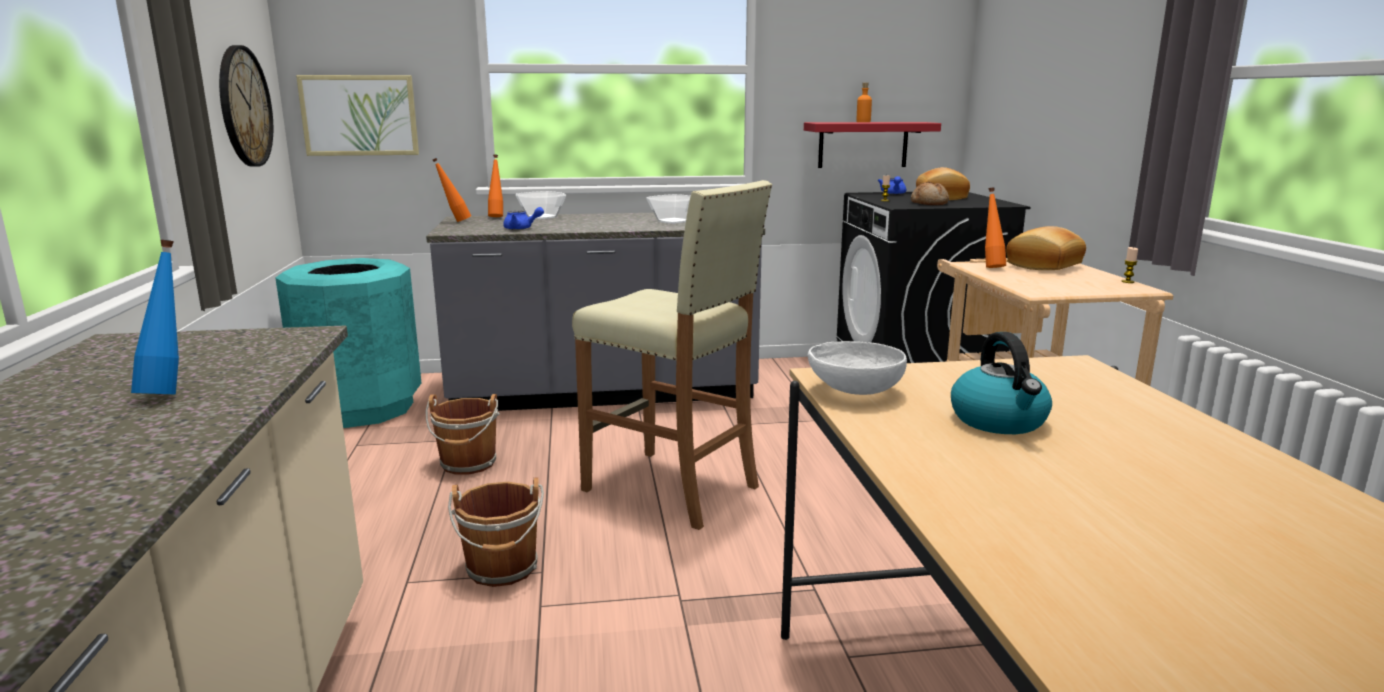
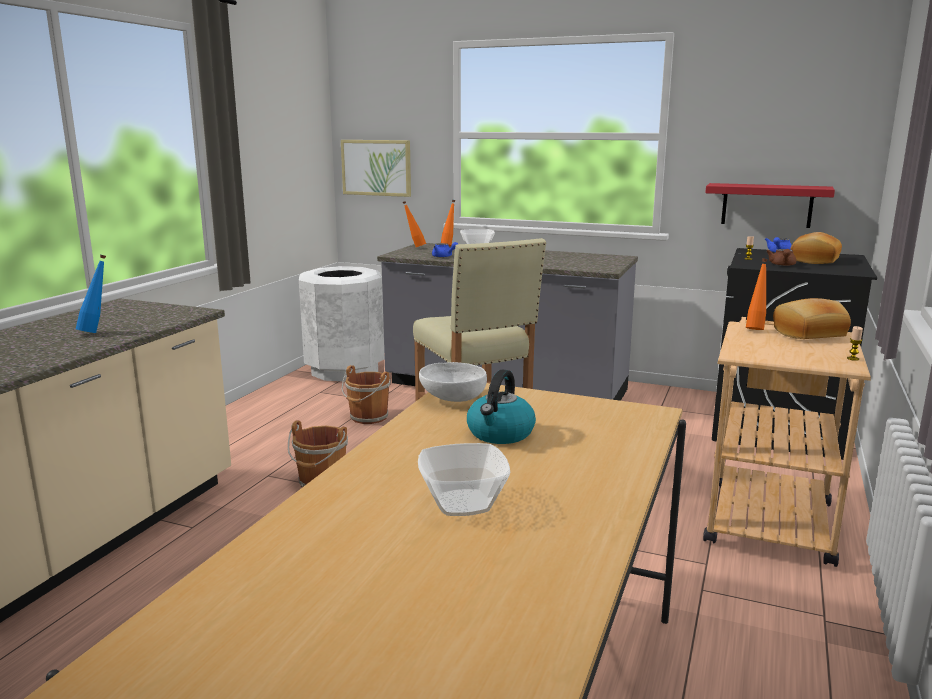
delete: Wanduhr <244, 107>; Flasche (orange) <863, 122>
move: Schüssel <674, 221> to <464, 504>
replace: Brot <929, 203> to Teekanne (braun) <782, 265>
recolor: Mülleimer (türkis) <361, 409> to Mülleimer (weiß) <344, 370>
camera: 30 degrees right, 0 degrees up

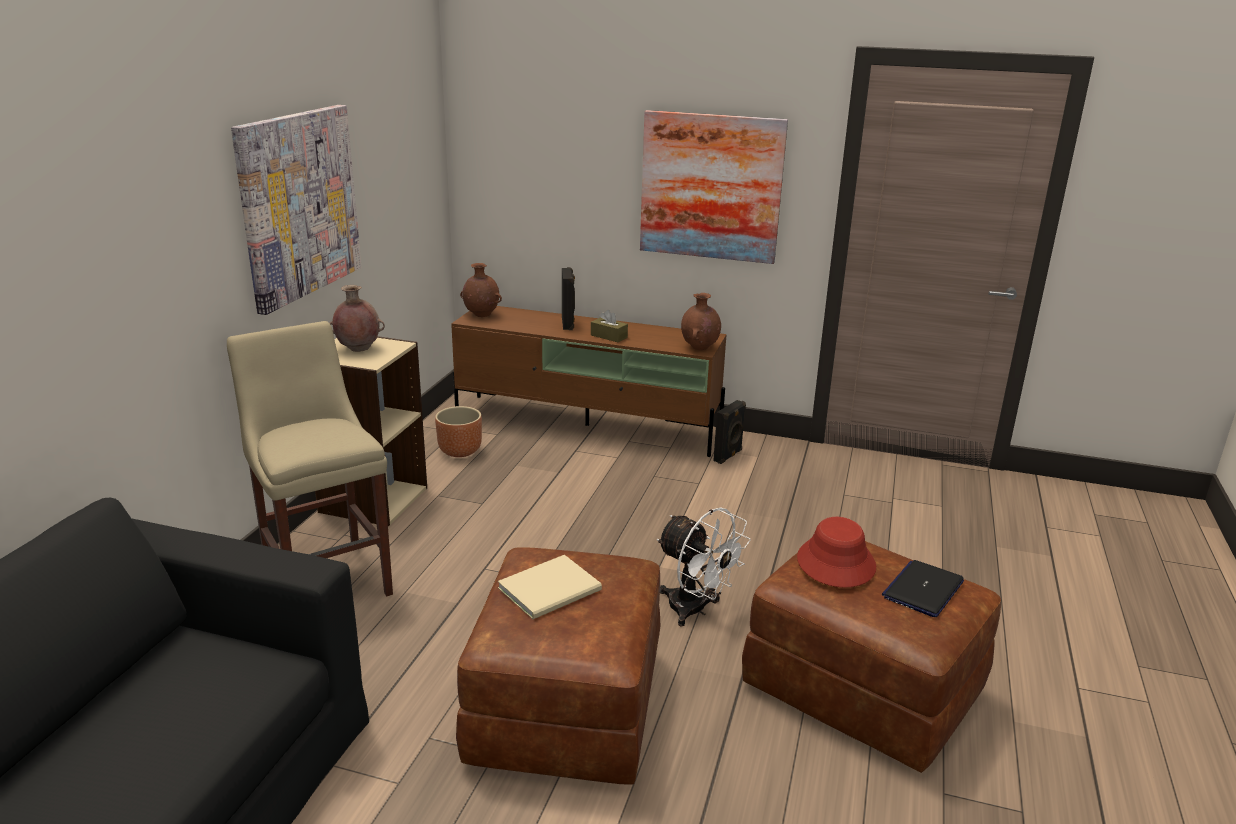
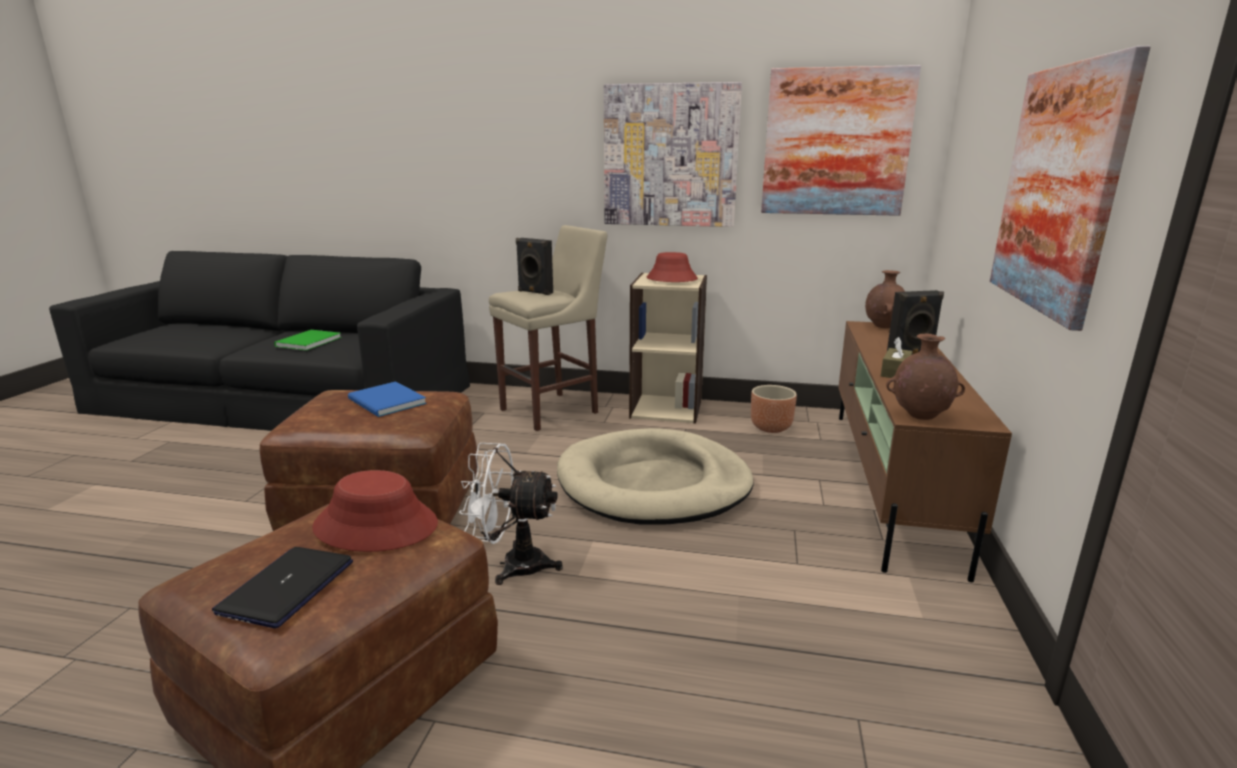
insert: Bild <836, 143>; Buch (grün) <306, 342>; Hundebett (beige) <654, 484>
move: Lautsprecher (schwarz) <728, 456> to <534, 292>
replace: Vase (braun) <358, 349> to Hut (rot) <671, 279>
recolor: Buch (beige) <553, 589> to Buch (blau) <386, 402>
rotate: Ventilator (weiß) <695, 610> = <512, 565> 60 degrees clockwise; Laptop <923, 589> = <287, 587> 105 degrees counterclockwise
camera: 85 degrees right, 5 degrees down

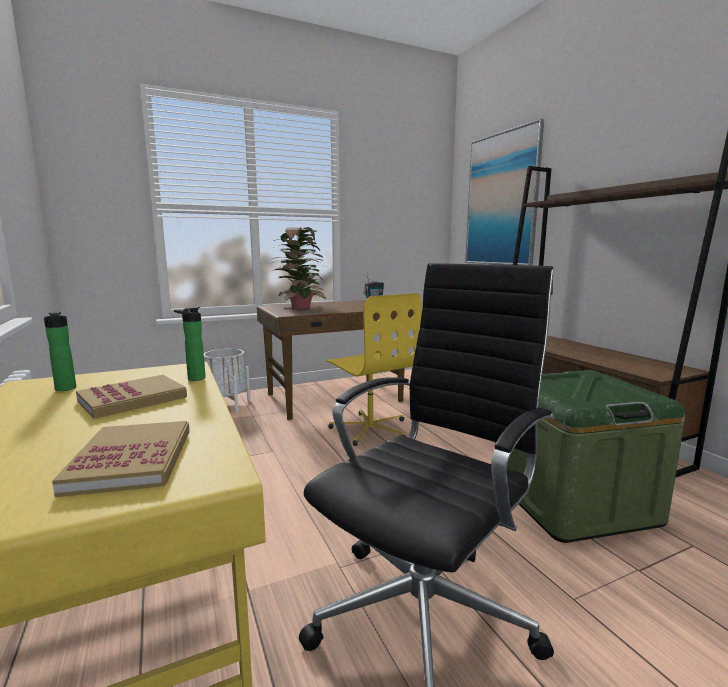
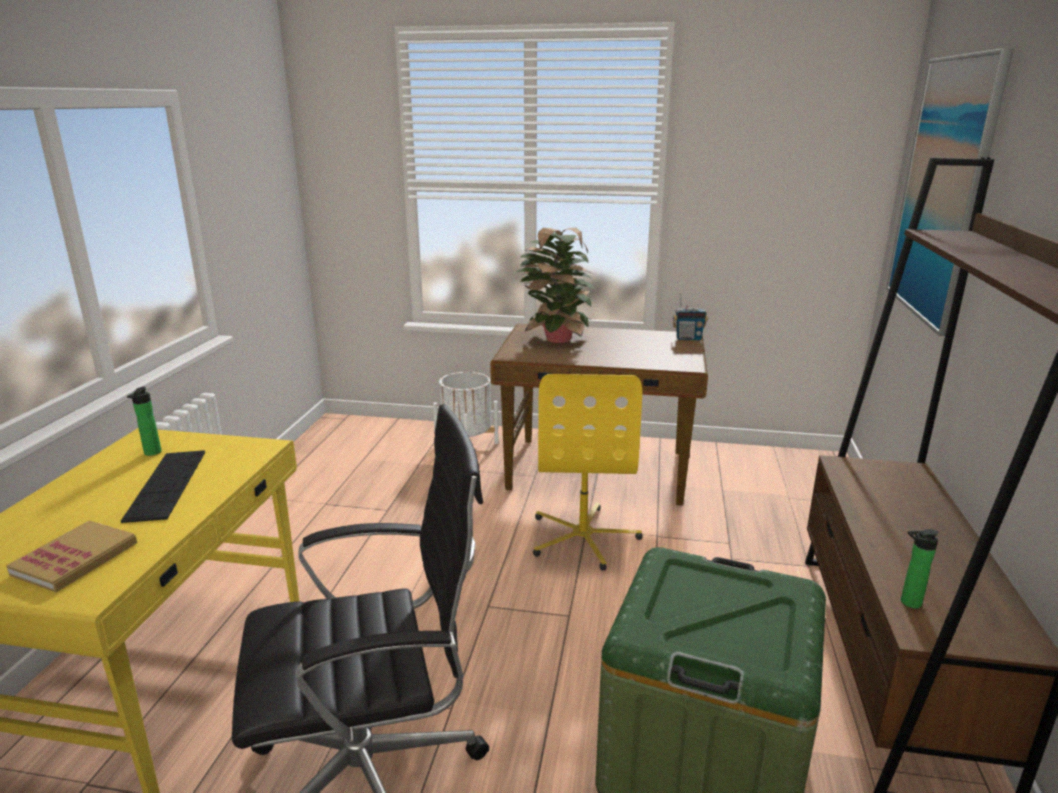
move: Flasche <193, 379> to <907, 603>
replace: Buch <133, 399> to Tastatur <166, 484>
camera: 35 degrees right, 10 degrees up

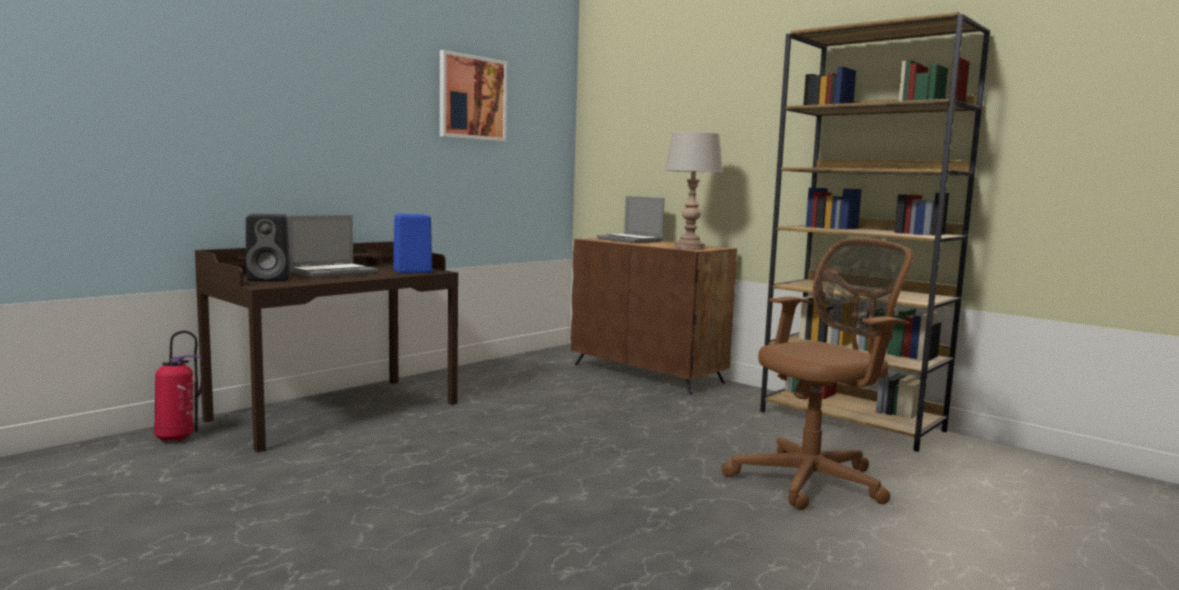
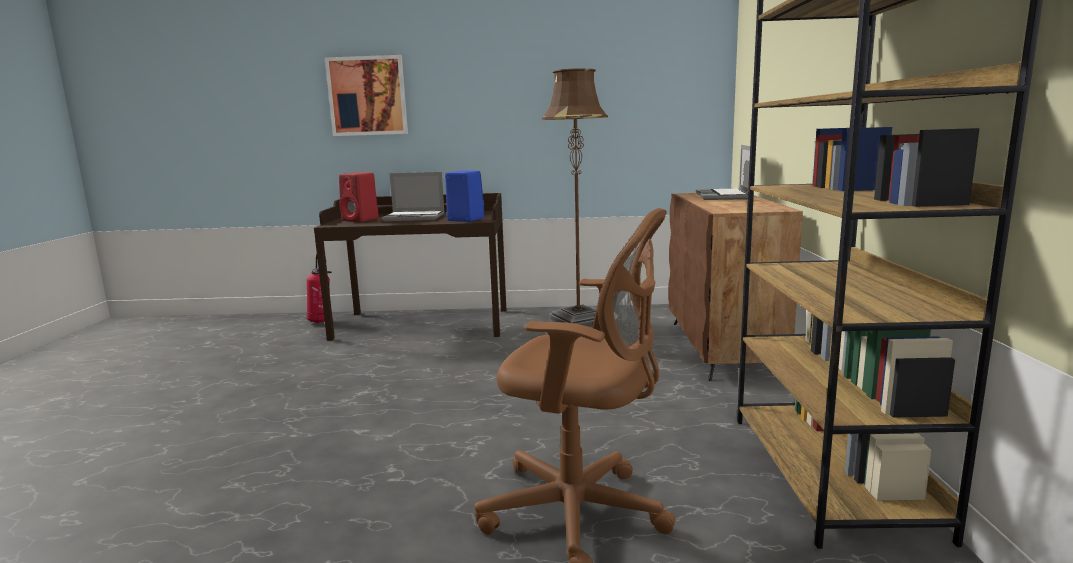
delete: Tischlampe (grau) <689, 248>
insert: Stehlampe (braun) <578, 322>
move: Bild <472, 98> to <367, 96>
recolor: Lautsprecher (schwarz) <270, 278> to Lautsprecher (rot) <361, 220>
camera: 50 degrees right, 5 degrees up

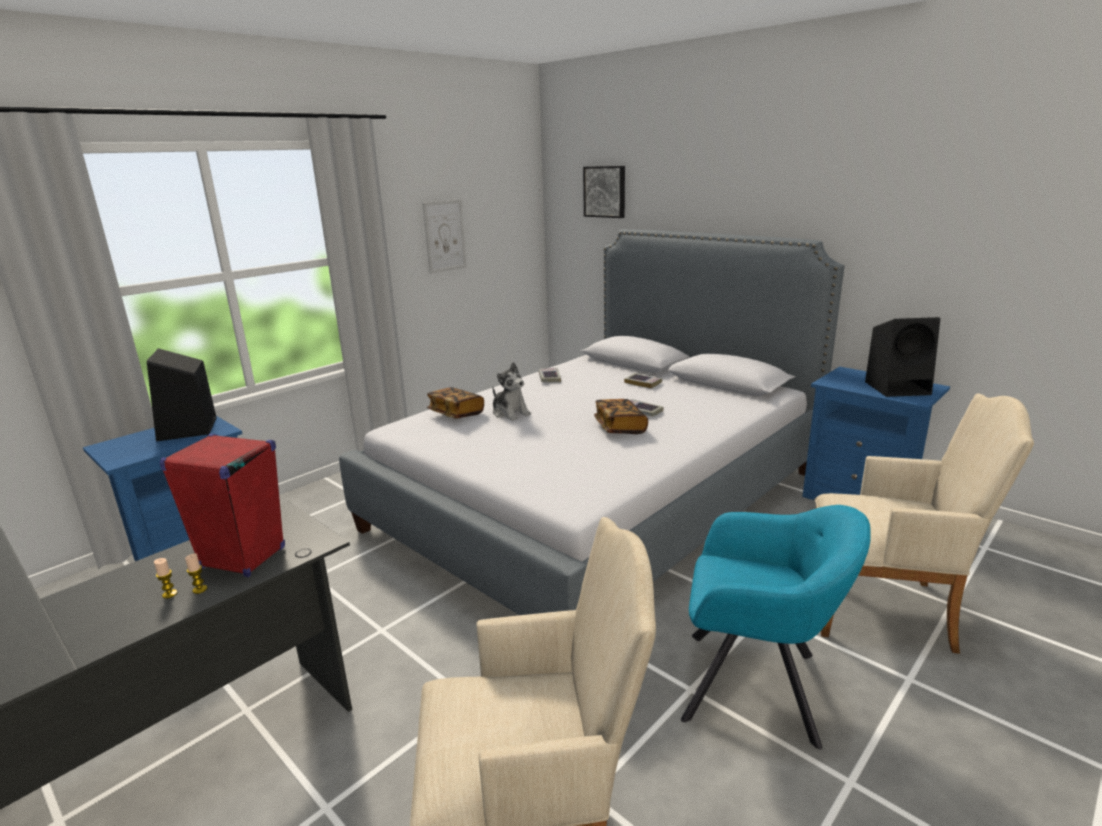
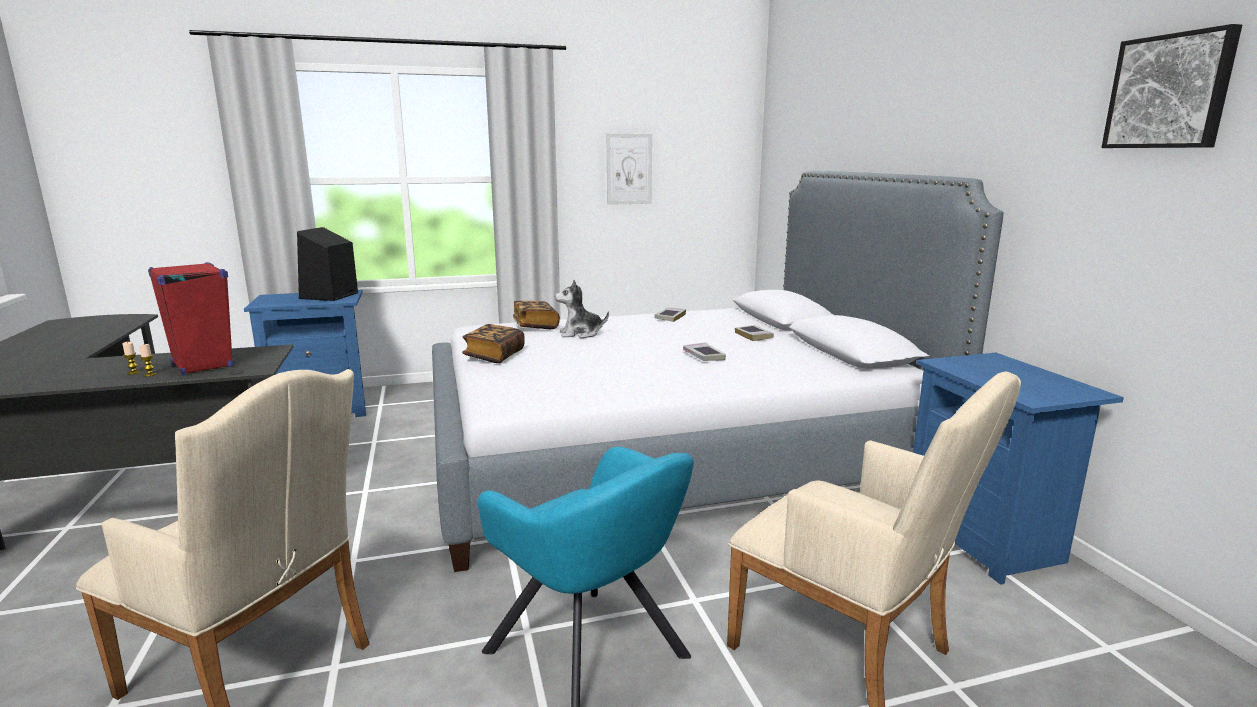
delete: Lautsprecher (schwarz) <898, 388>
move: Bild <605, 191> to <1170, 92>; Buch <620, 428> to <494, 356>
rotate: Plüschtier <510, 413> = <580, 334> 90 degrees clockwise
camera: 30 degrees right, 5 degrees down

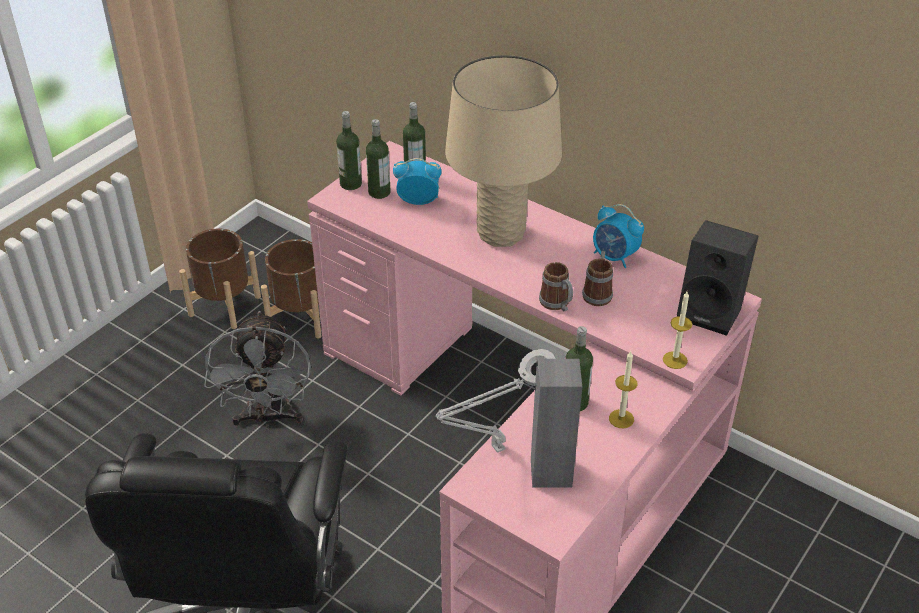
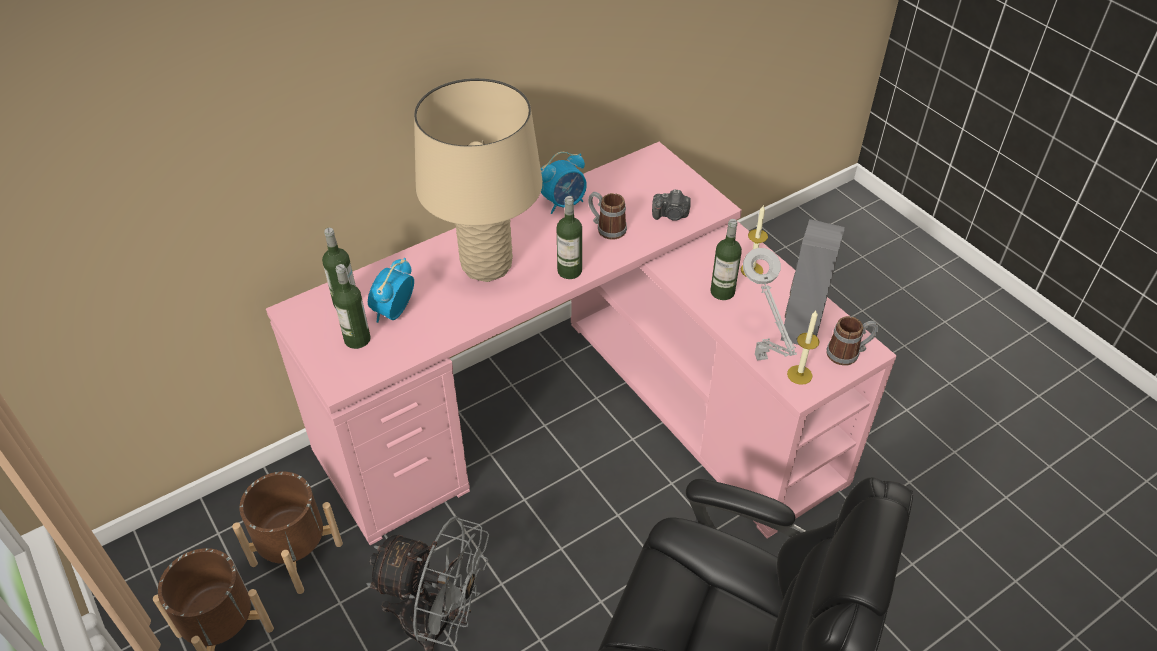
delete: Lautsprecher (schwarz) <712, 312>
insert: Kamera <671, 215>
move: Flasche <350, 184> to <569, 271>; Henkelbecher <557, 304> to <848, 353>; Kerze <675, 360> to <799, 375>
camera: 70 degrees left, 5 degrees up

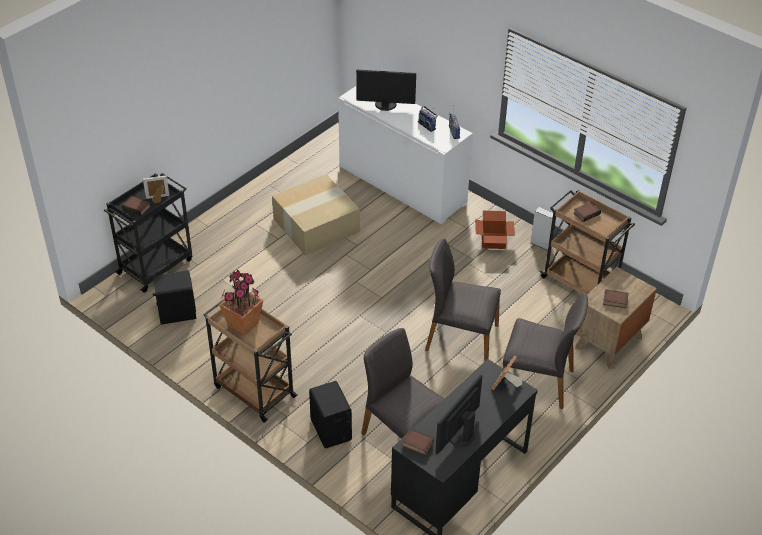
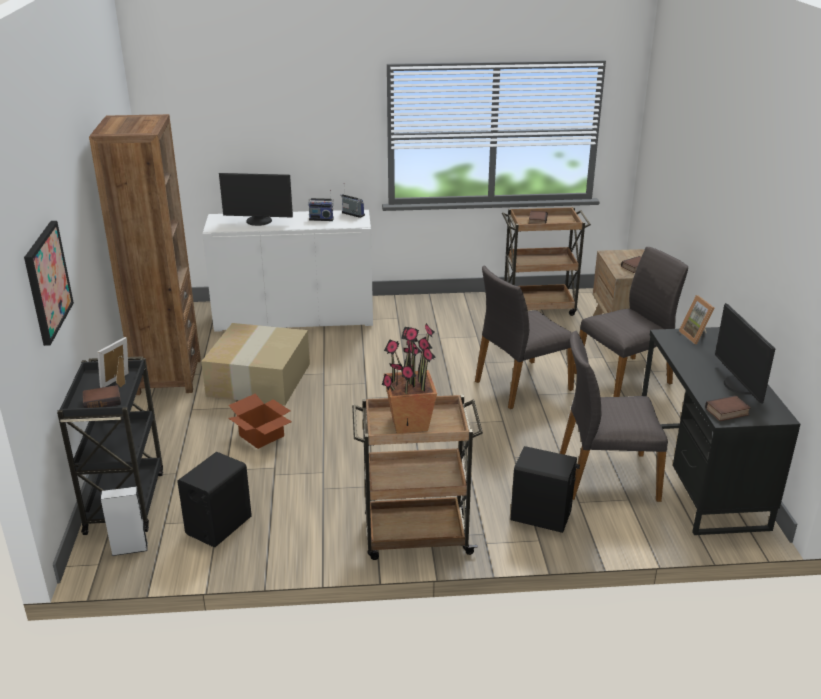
insert: Bücherregal (braun) <168, 376>; Bild <47, 282>
move: Lautsprecher (grau) <541, 244> to <129, 549>; Karton <493, 241> to <261, 436>
rotate: Monitor <385, 105> = <259, 221> 45 degrees clockwise
camera: 45 degrees left, 15 degrees down

